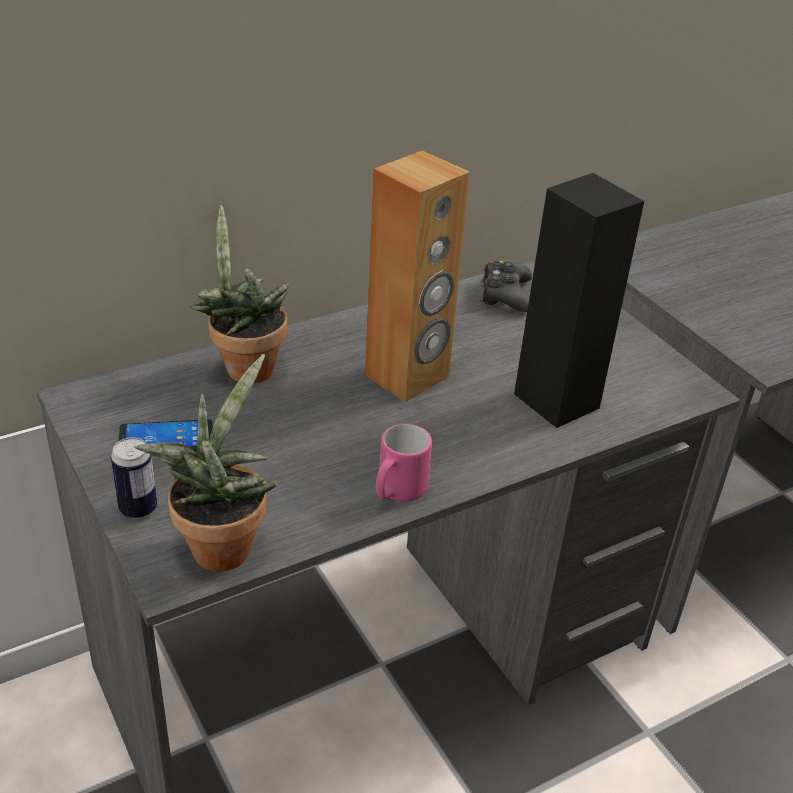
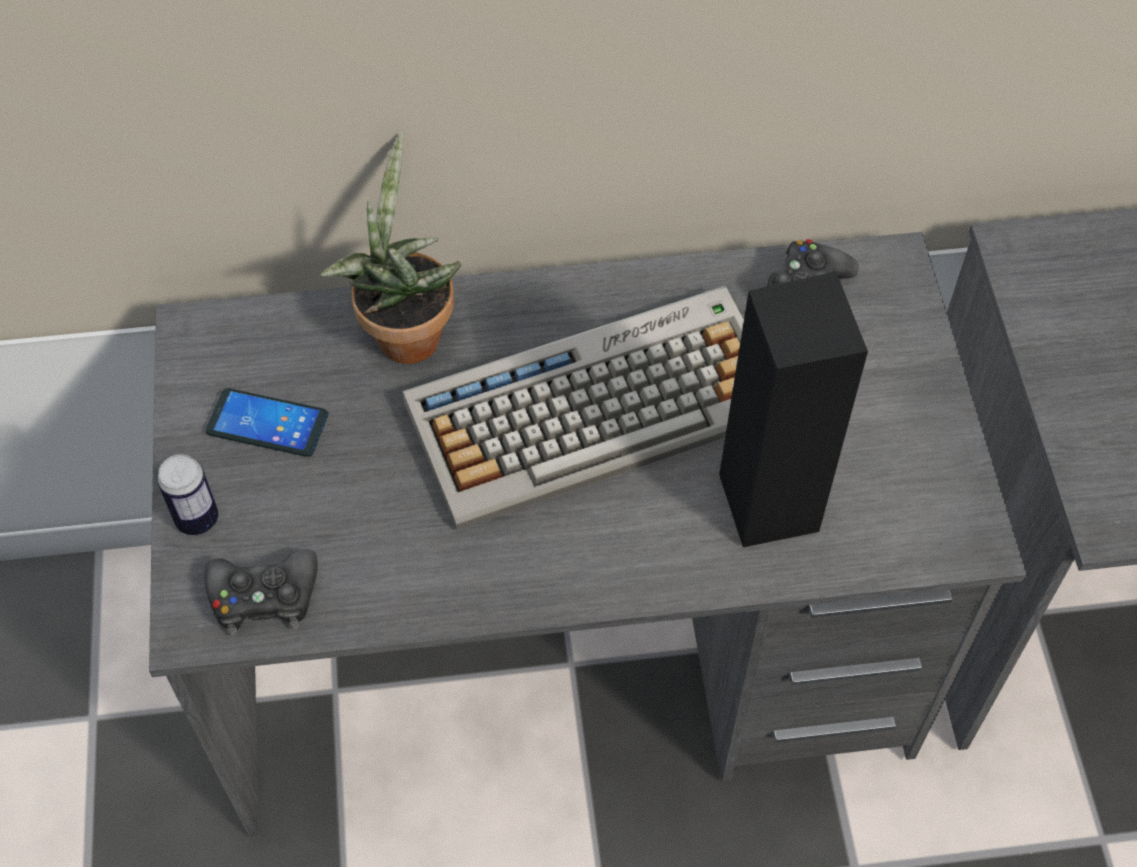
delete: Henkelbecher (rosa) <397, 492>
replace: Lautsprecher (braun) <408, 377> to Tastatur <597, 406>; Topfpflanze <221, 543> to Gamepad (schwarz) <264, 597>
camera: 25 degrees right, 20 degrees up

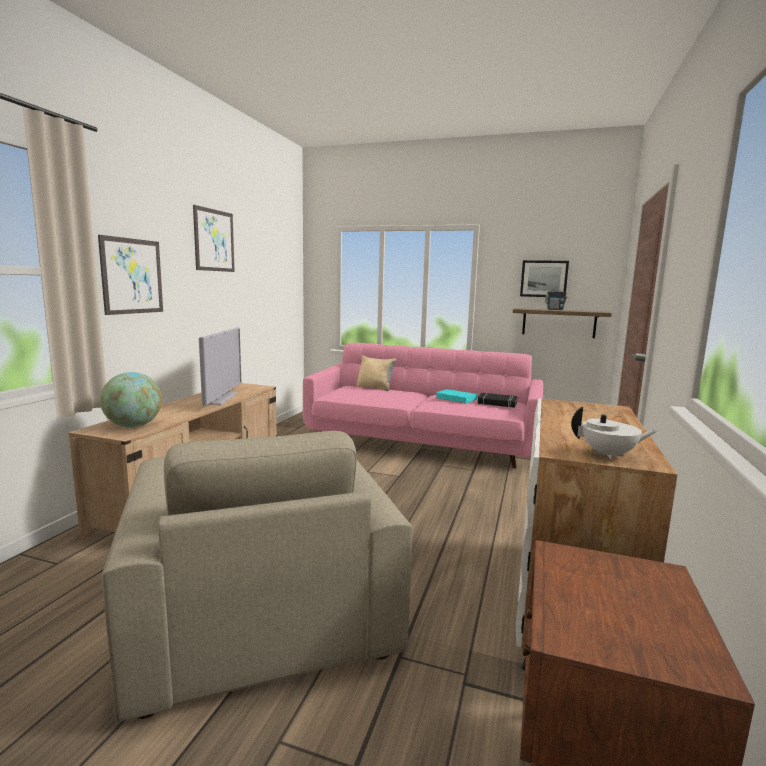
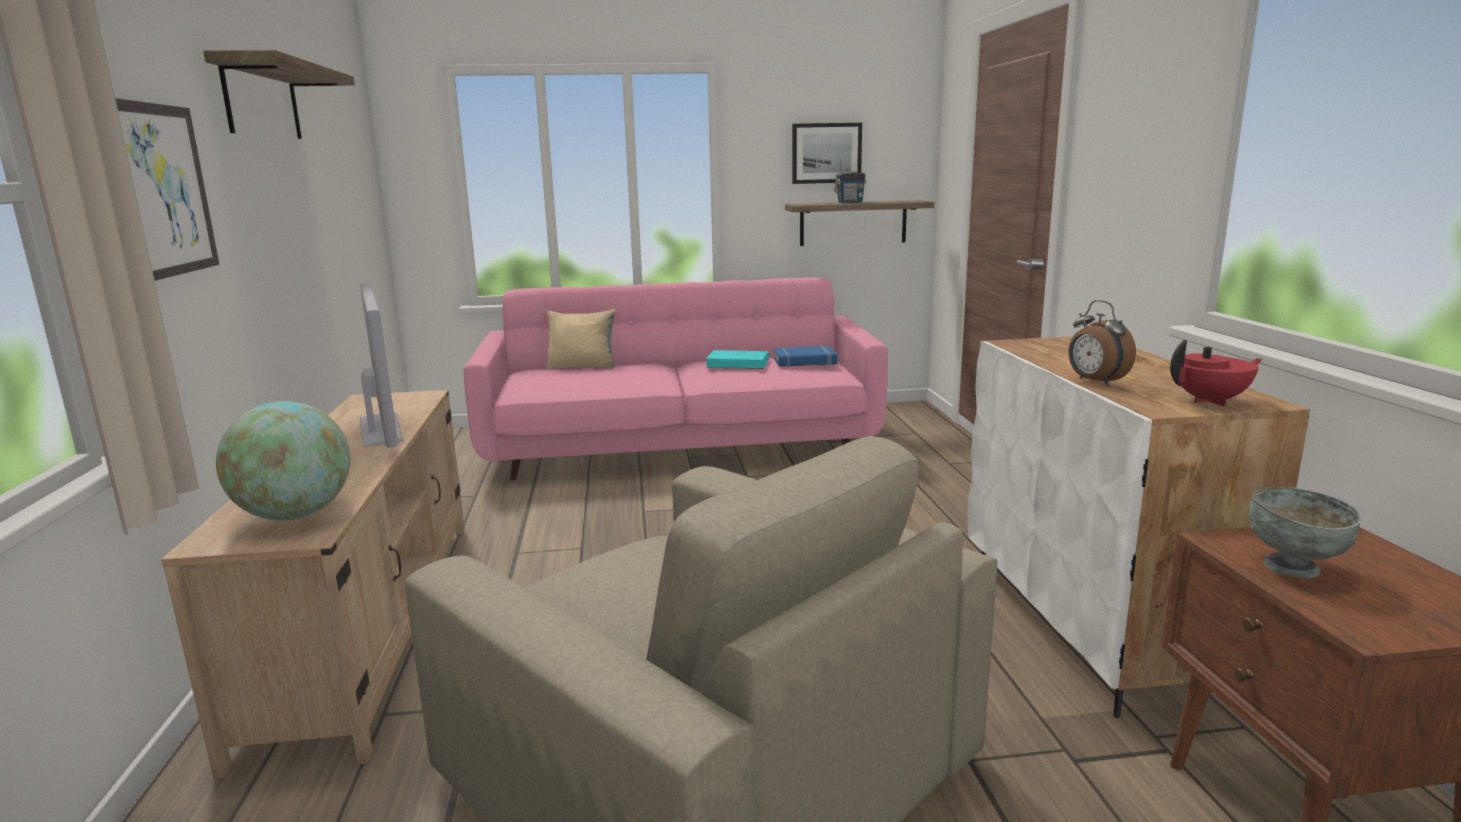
insert: Wecker <1095, 382>; Schüssel (grau) <1293, 568>
replace: Bild <214, 240> to Wandregal <262, 101>
recolor: Buch (schwarz) <497, 403> to Buch (blau) <805, 361>; Teekanne (weiß) <609, 455> to Teekanne (rot) <1211, 401>
camera: 25 degrees left, 5 degrees up

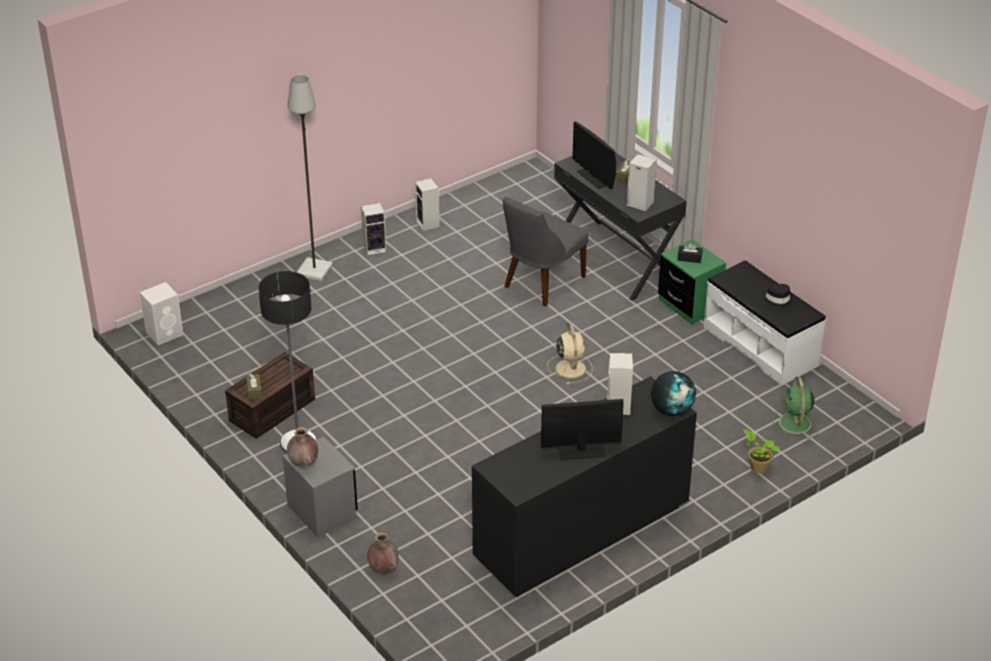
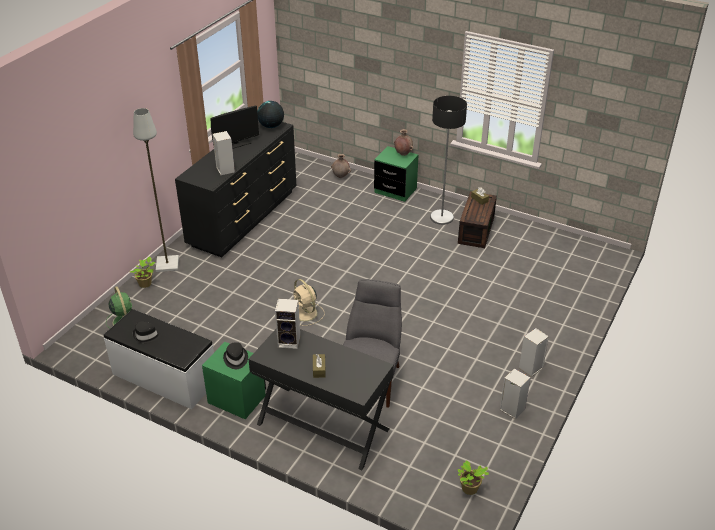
delete: Monitor <594, 177>; Lautsprecher (weiß) <165, 333>
insert: Topfpflanze <469, 489>
move: Stehlampe (grau) <314, 270> to <168, 264>; Globus <672, 410> to <271, 126>
replace: Taschentuchbox (schwarz) <689, 258> to Hut (schwarz) <235, 359>
recolor: Nachttisch (grau) <322, 511> to Nachttisch (grün) <395, 191>
camera: 155 degrees right, 0 degrees up

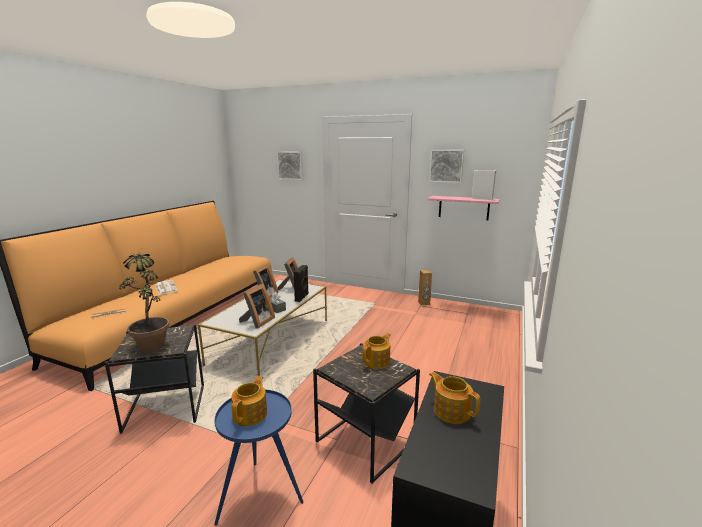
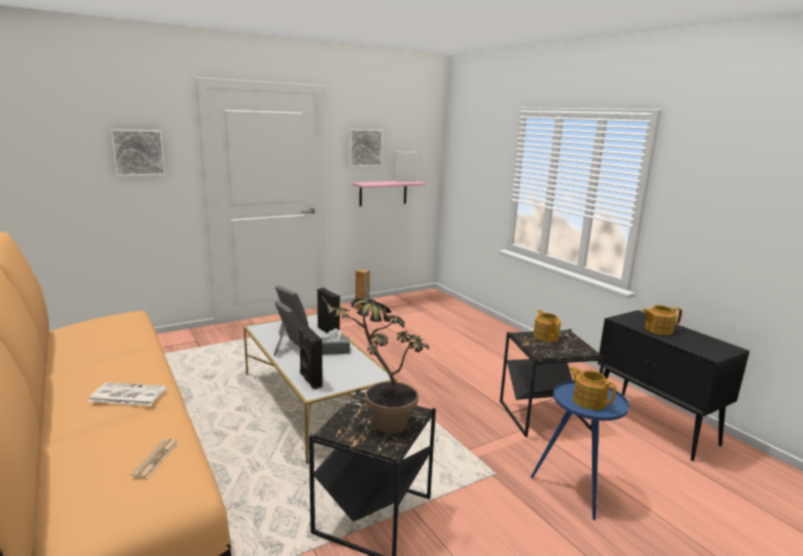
delete: Bilderrahmen <257, 322>
insert: Lautsprecher (schwarz) <310, 380>
camera: 55 degrees left, 0 degrees up

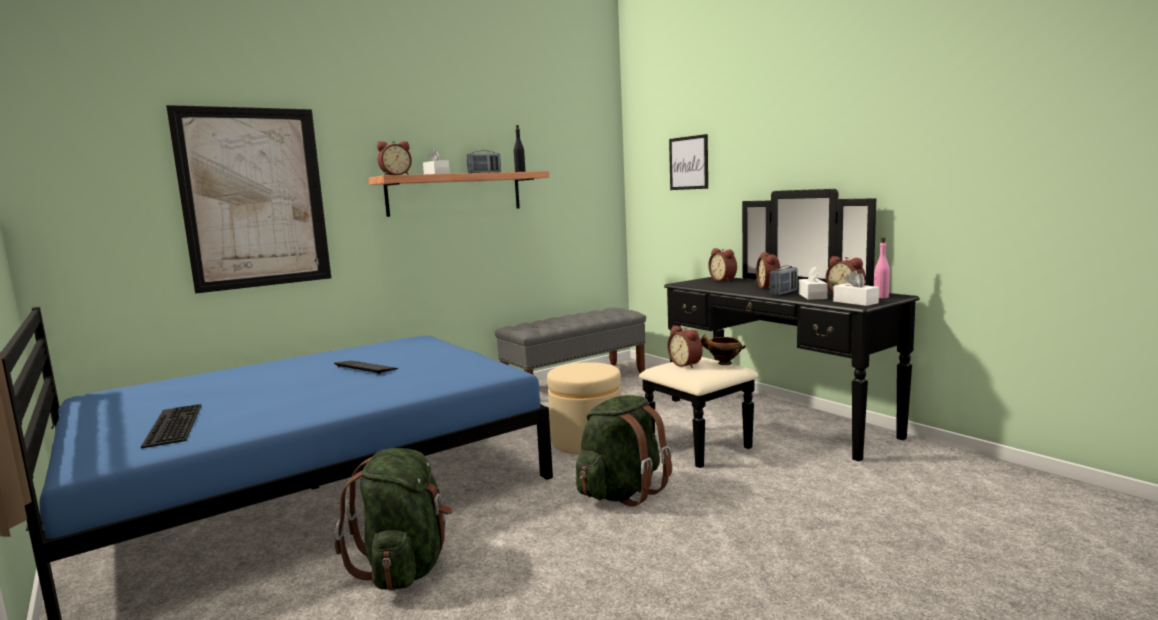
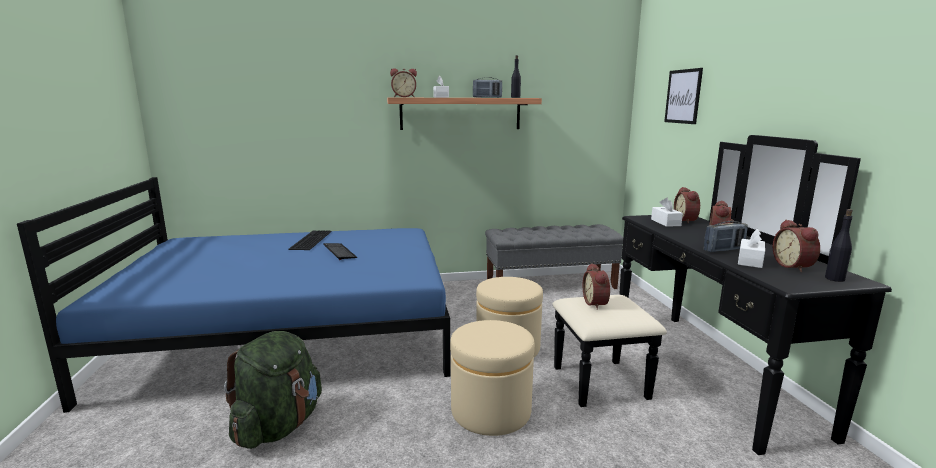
delete: Bild <255, 198>; Schüssel <723, 363>
move: Taschentuchbox (weiß) <855, 302> to <665, 222>; Tastatur <171, 425> to <310, 240>
replace: Rucksack (grün) <622, 492> to Polsterhocker (beige) <491, 411>
recolor: Flasche (rosa) <880, 297> to Flasche (schwarz) <834, 279>
camera: 25 degrees right, 5 degrees up

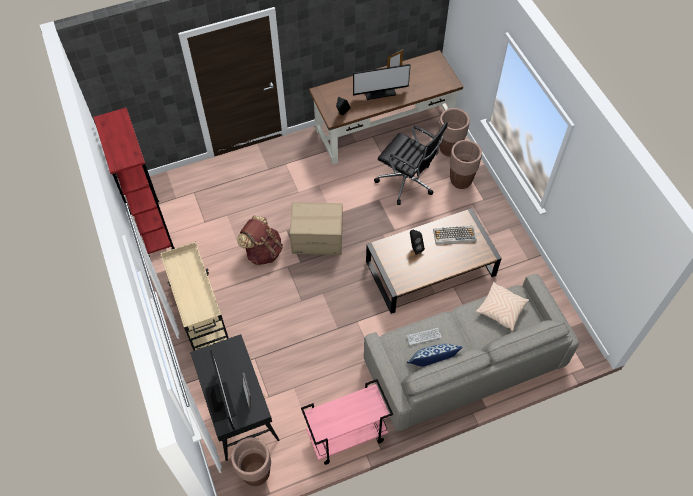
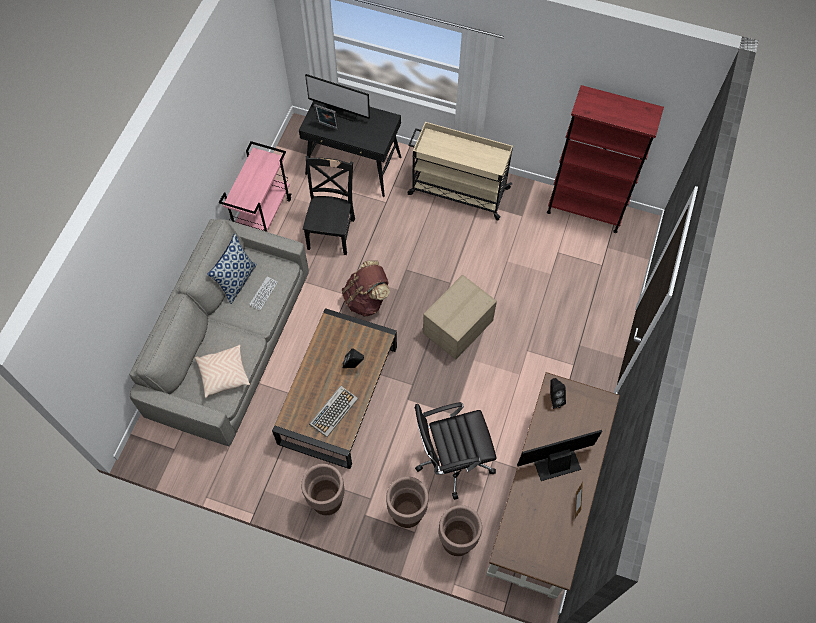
insert: Stuhl (schwarz) <331, 231>
move: Rucksack (braun) <263, 251> to <366, 299>; Pflanzkübel (braun) <256, 473> to <327, 501>
rotate: Monitor <379, 91> = <556, 463> 45 degrees clockwise
camera: 130 degrees right, 5 degrees up

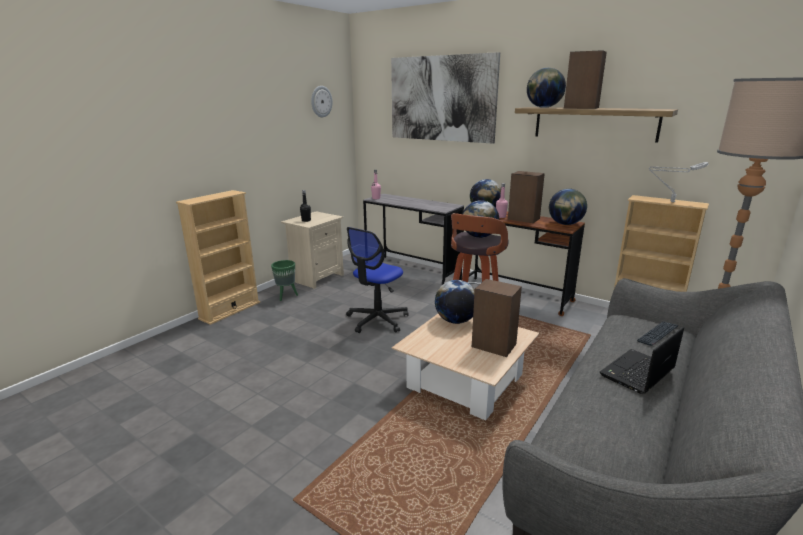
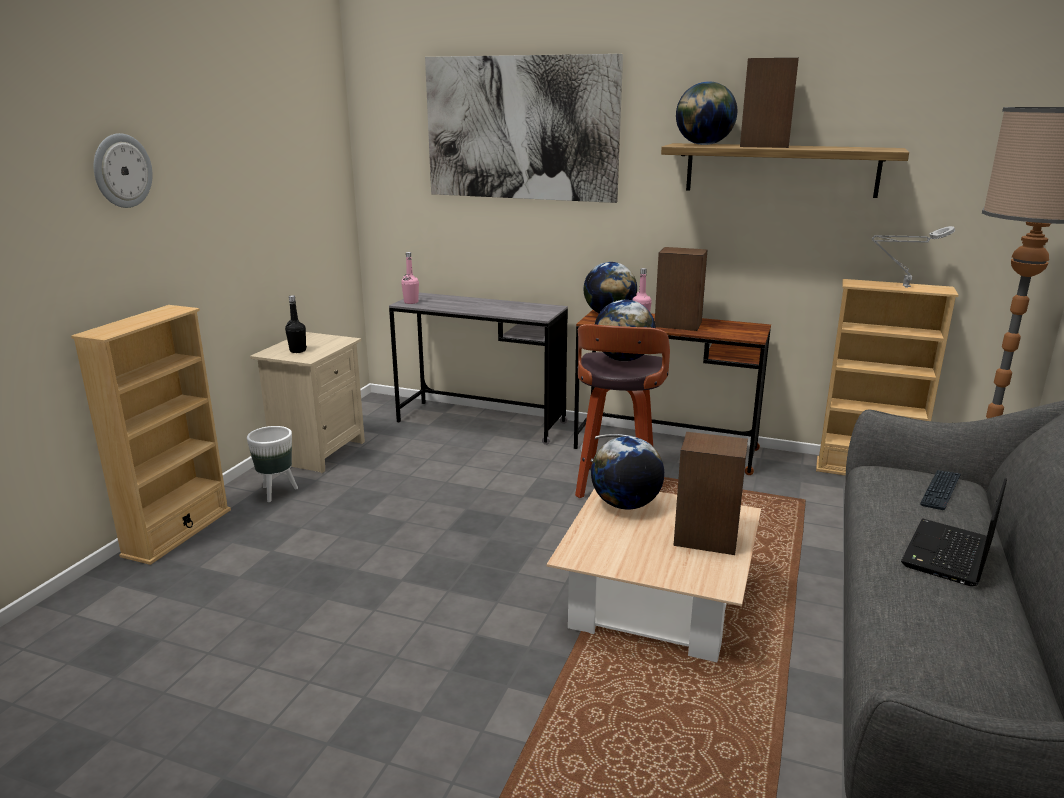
delete: Globus <565, 224>; Bürostuhl <377, 320>
move: Wanduhr <321, 101> to <121, 171>
recolor: Pflanzkübel (grün) <286, 296> to Pflanzkübel (weiß) <277, 492>
camera: 15 degrees left, 0 degrees up

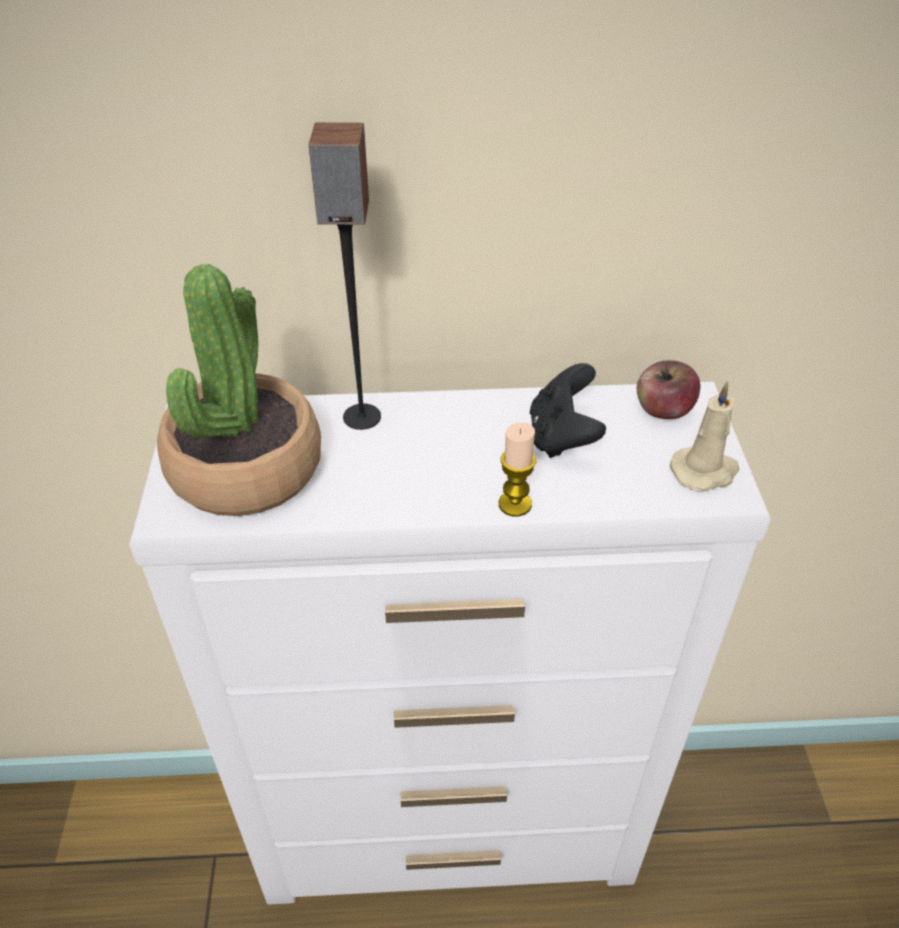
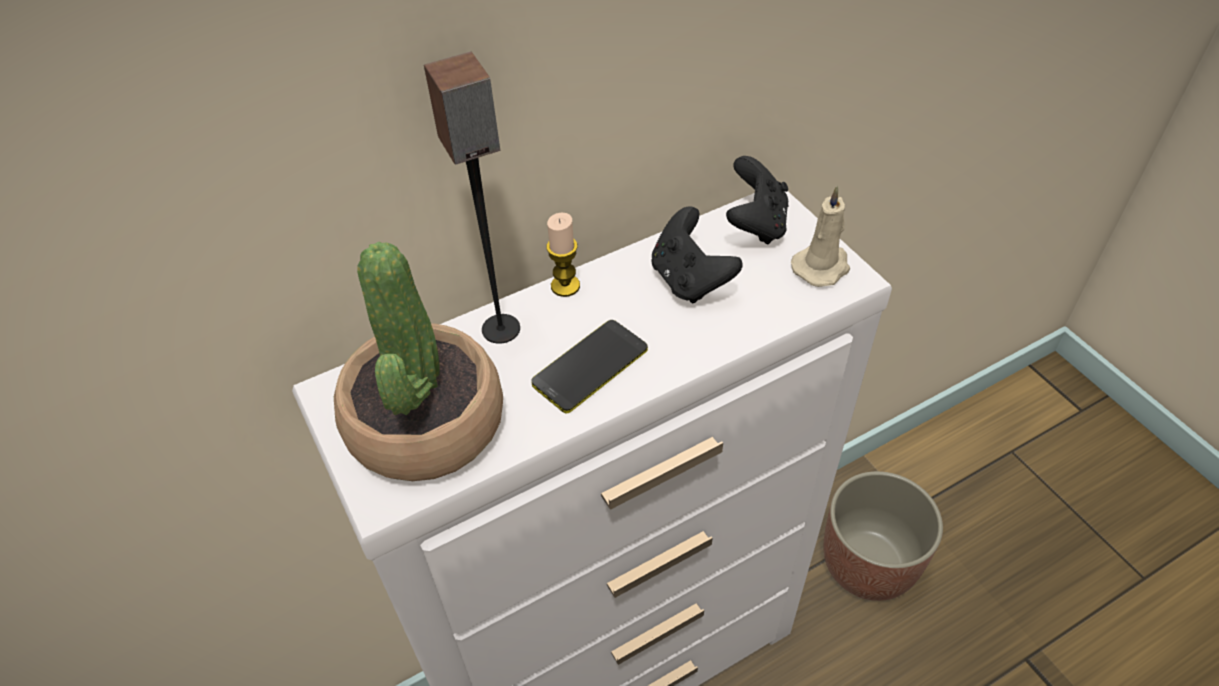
insert: Handy <590, 366>; Pflanzkübel <869, 563>
move: Kerze <515, 504> to <565, 286>
replace: Apfel <663, 410> to Gamepad (schwarz) <756, 224>
camera: 25 degrees left, 5 degrees up

